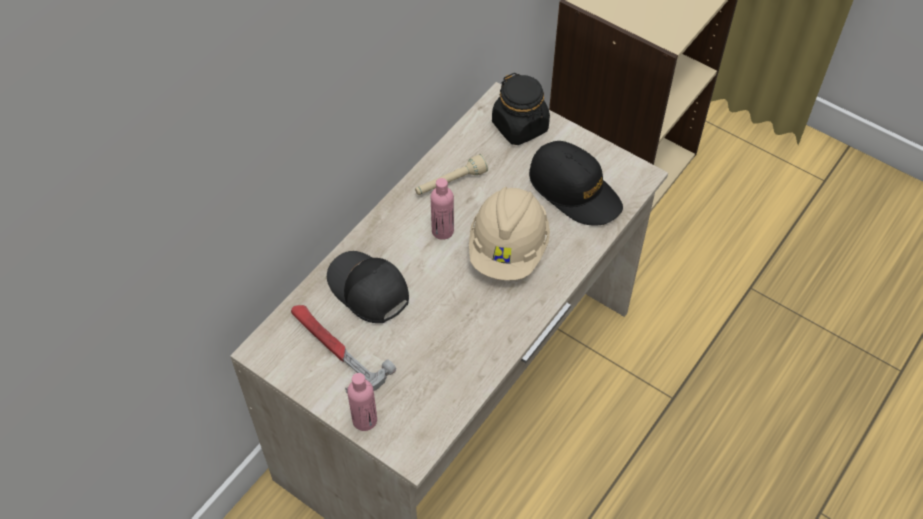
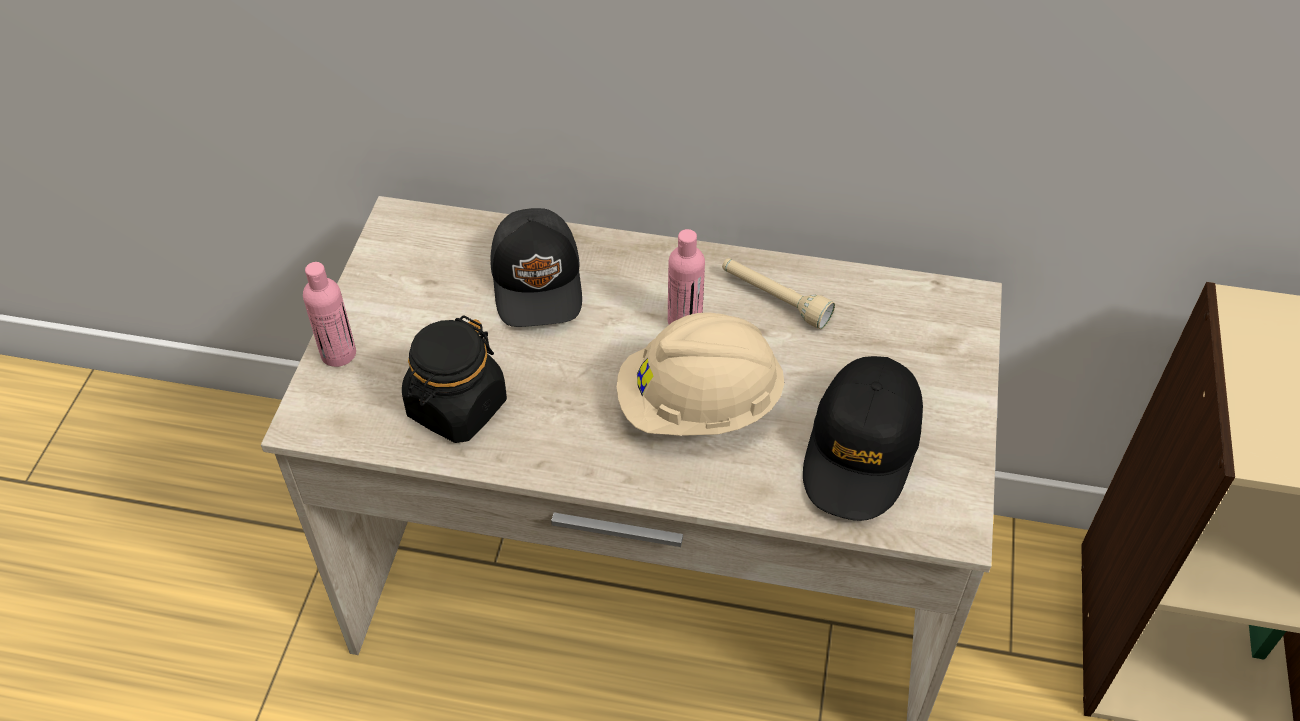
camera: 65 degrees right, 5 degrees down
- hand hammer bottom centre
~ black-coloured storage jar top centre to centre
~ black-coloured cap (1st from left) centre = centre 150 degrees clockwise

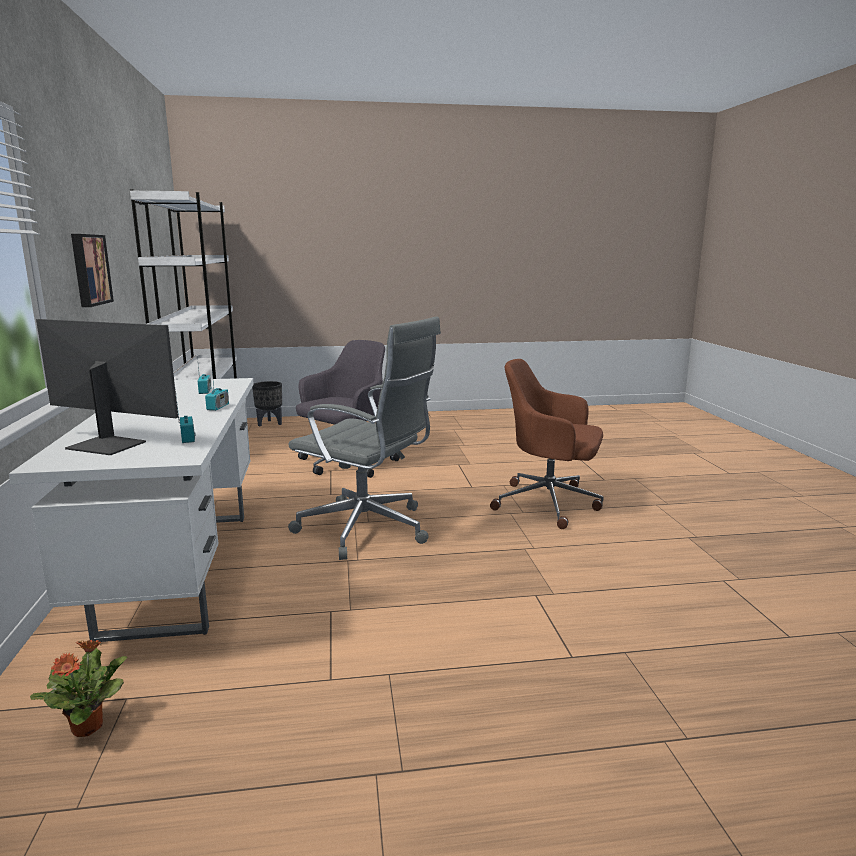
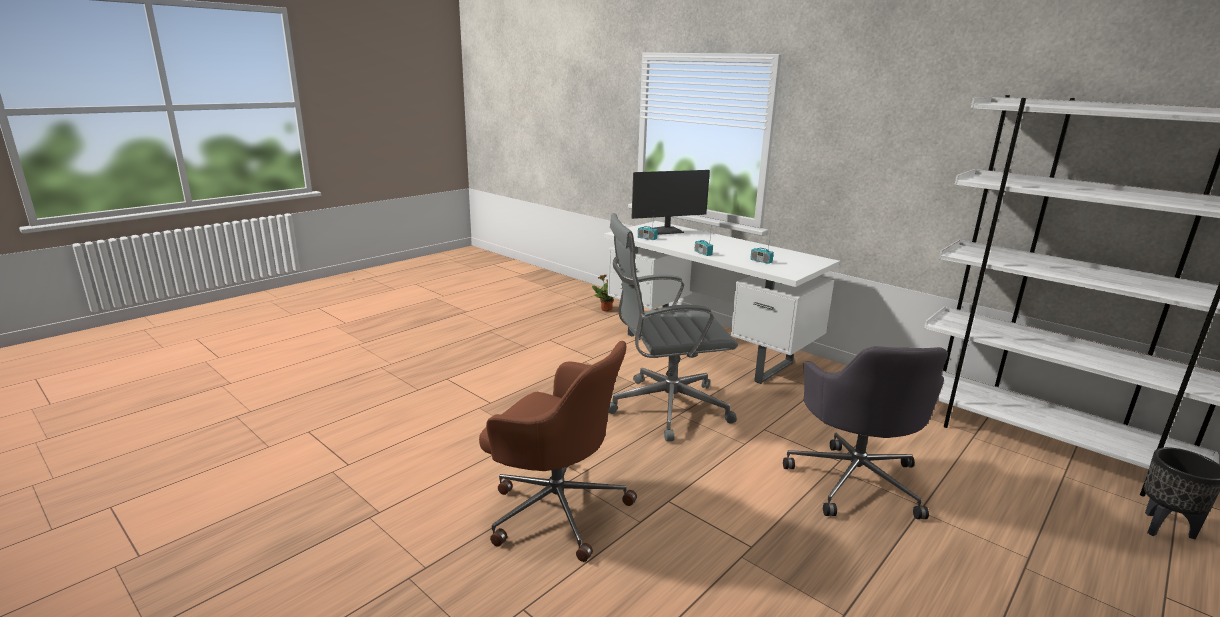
camera: 140 degrees right, 5 degrees up
- wall picture top left
~ brownish office chair centre = bottom centre 45 degrees clockwise

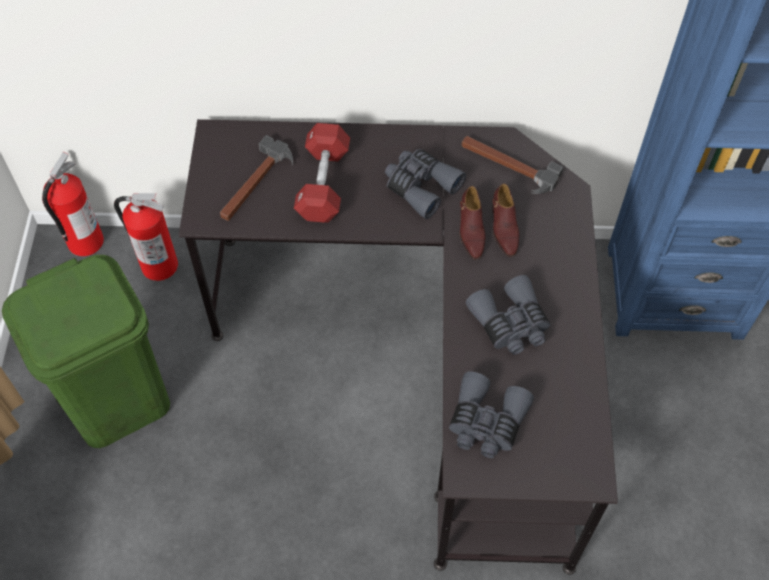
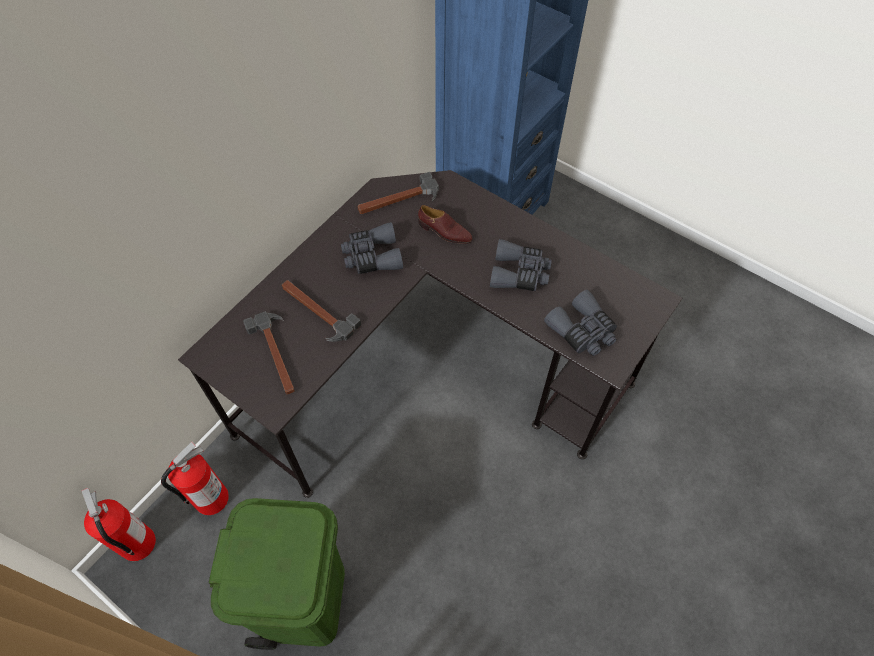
camera: 55 degrees left, 0 degrees up
- brownish low shoe (1st from left) centre
~ red free weight top centre to hand hammer (2nd from left) centre

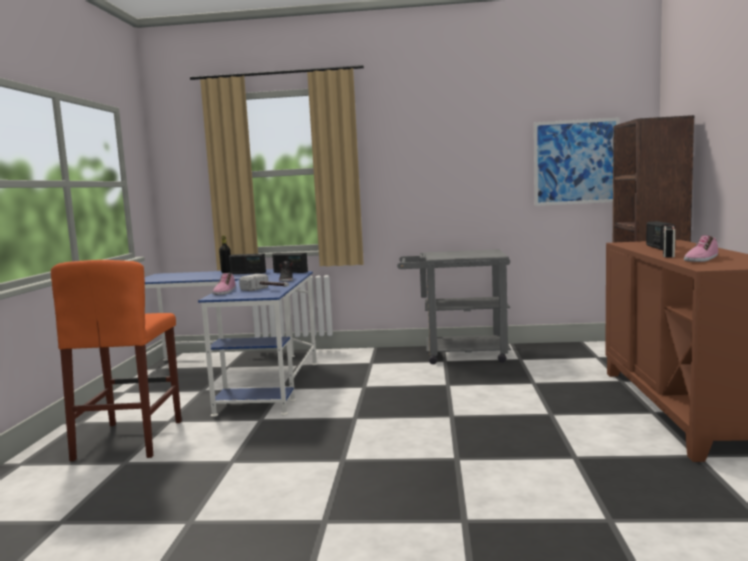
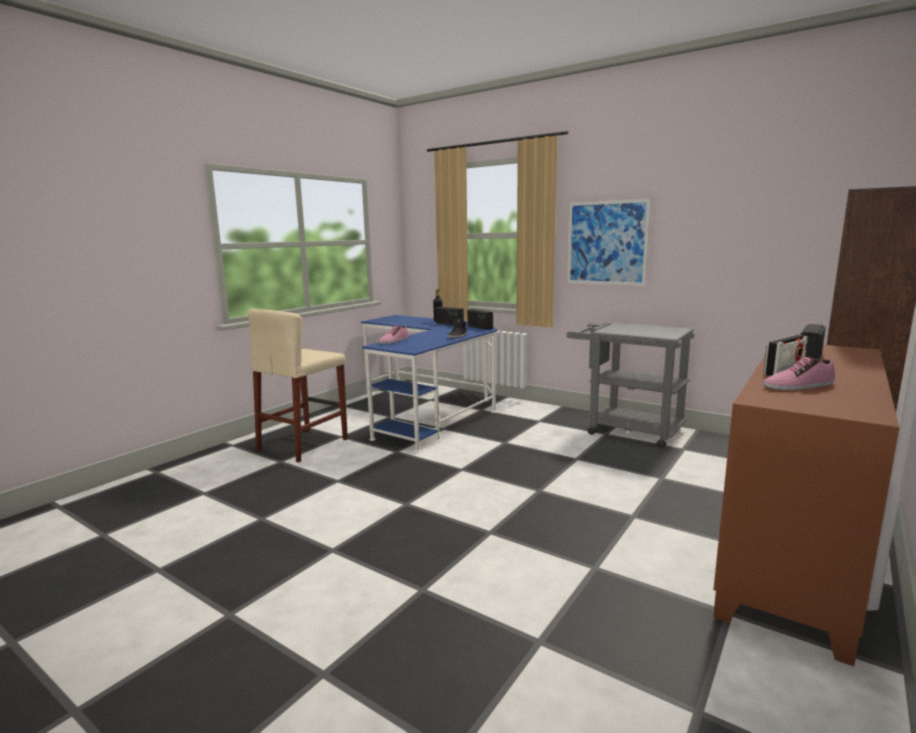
camera: 30 degrees right, 5 degrees up
- hand hammer centre
~ wall picture top right to top centre
~ orangey sitting stool middle left to sand-coloured sitting stool middle left

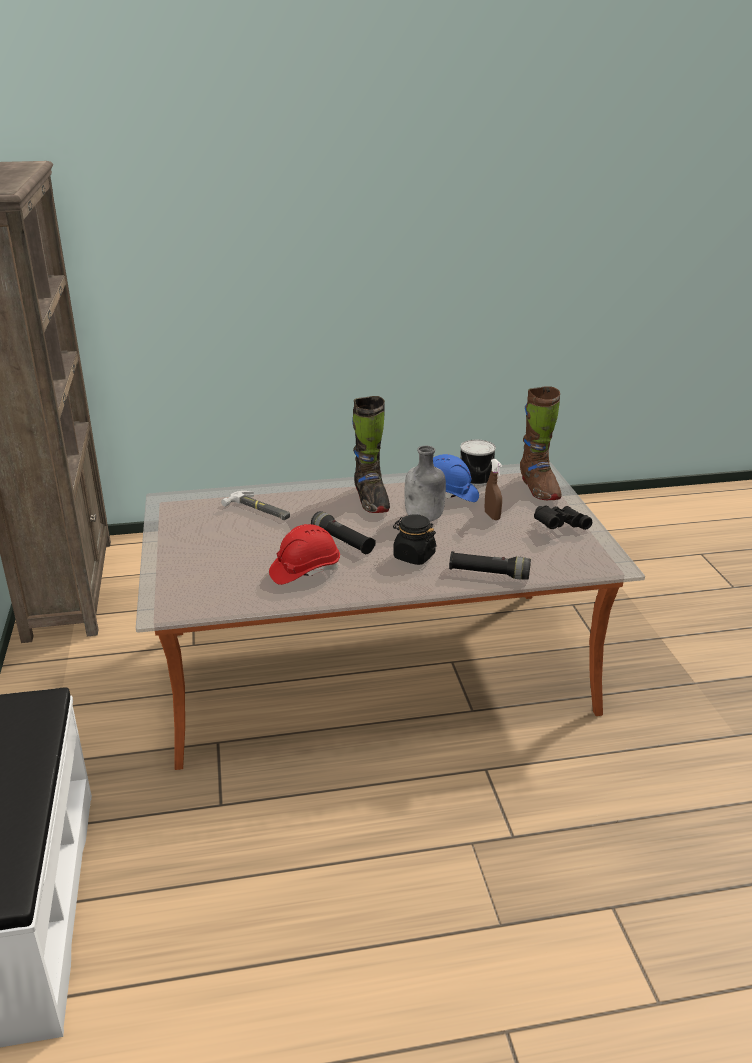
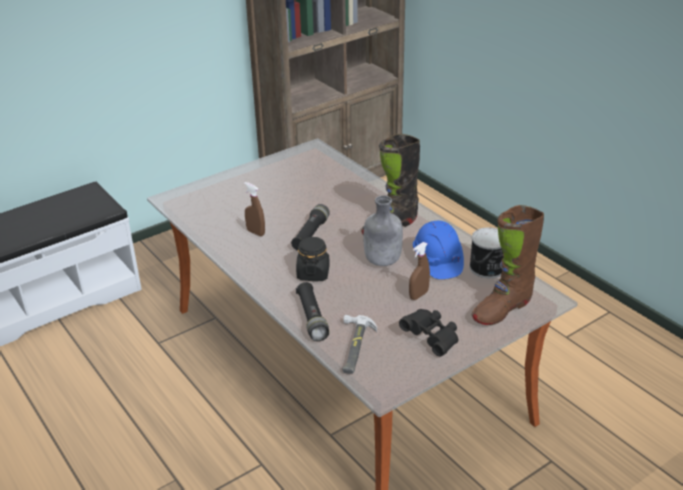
camera: 65 degrees right, 5 degrees up
~ hand hammer centre to bottom centre
~ red work helmet centre to brownish spray bottle (1st from left) centre

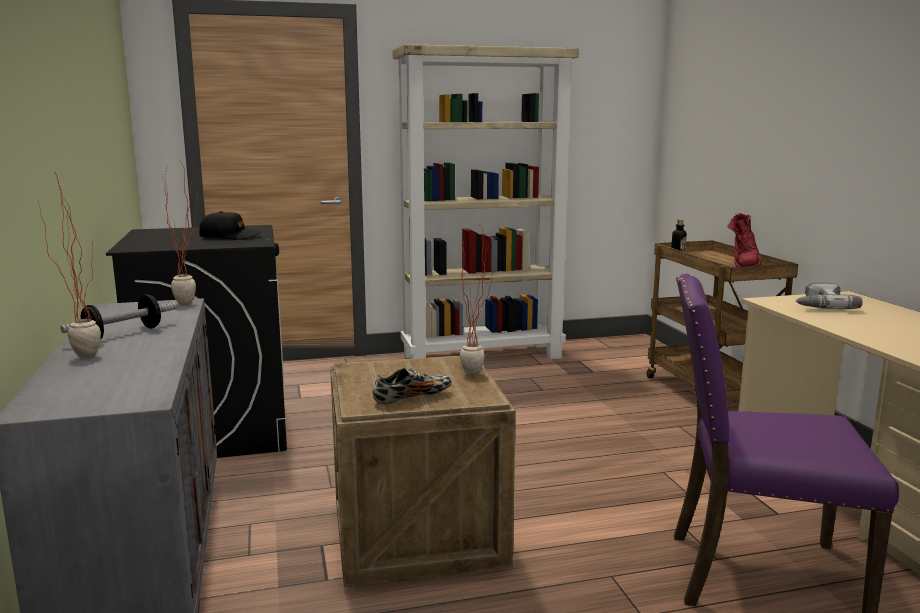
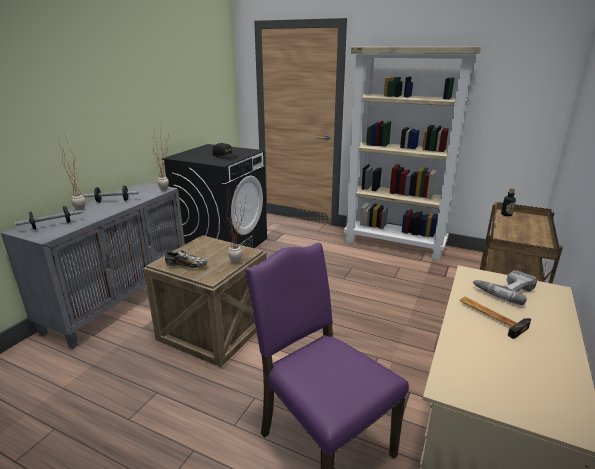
camera: 40 degrees right, 10 degrees up
- red boot middle right
+ free weight (1st from left) middle left
+ hand hammer bottom right

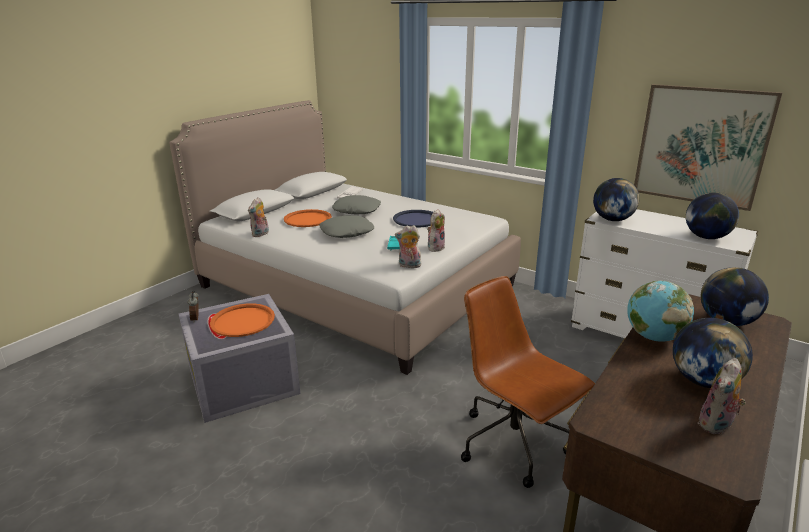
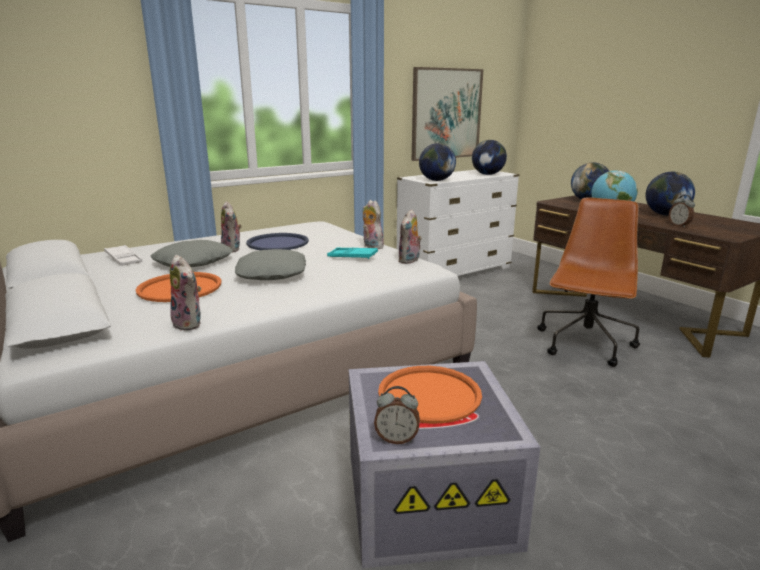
camera: 70 degrees left, 5 degrees down
+ bedside clock (2nd from left) middle right
~ plush toy (4th from left in the first image) bottom right to plush toy (2nd from left) middle left
~ brownish office chair bottom centre = middle right 135 degrees clockwise

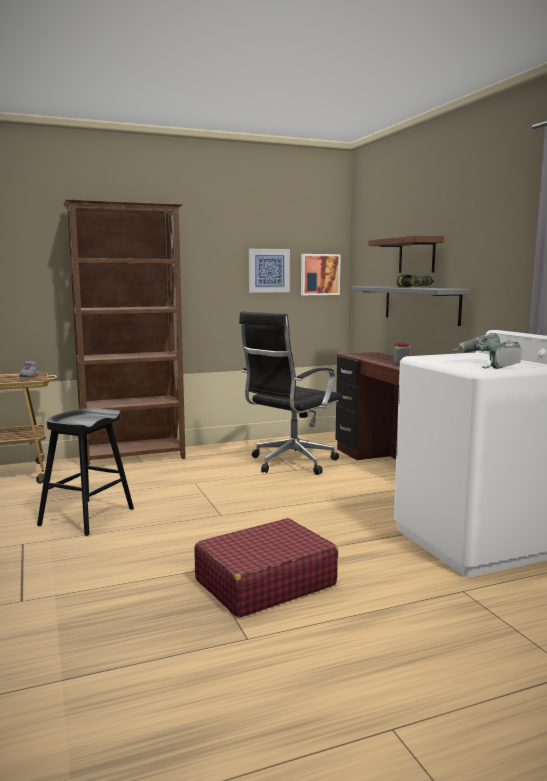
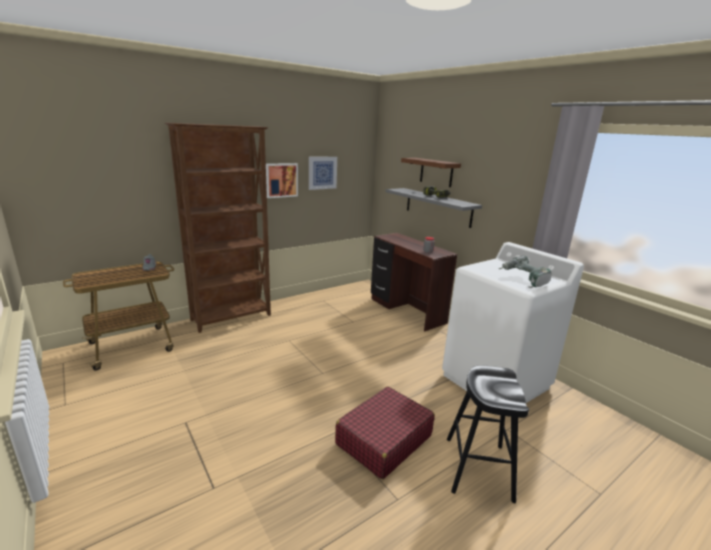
camera: 15 degrees left, 10 degrees up
- black-coloured office chair centre
~ black-coloured sitting stool middle left to bottom right
~ wall picture (2nd from left in the first image) centre to wall picture (1st from left) top centre

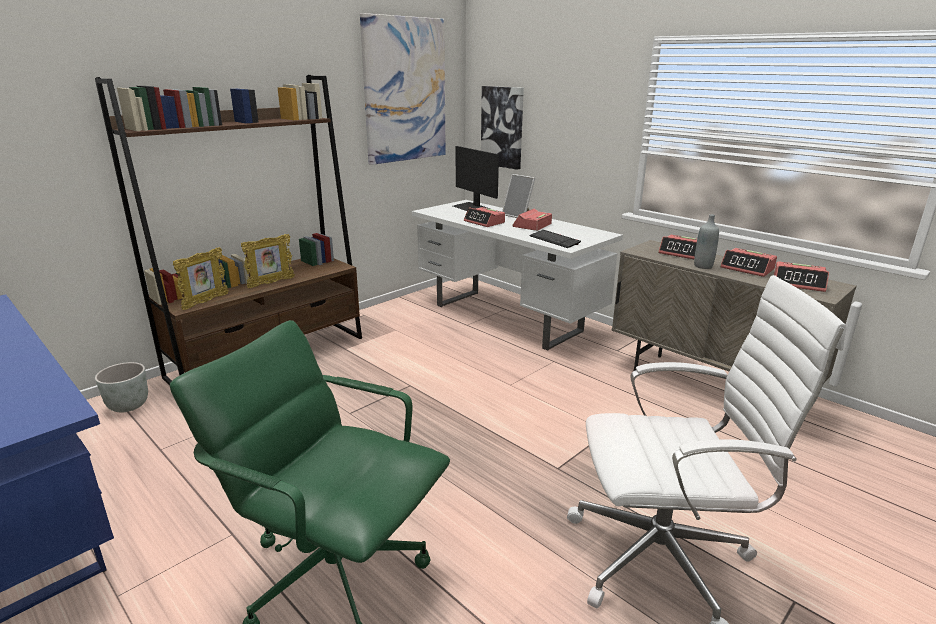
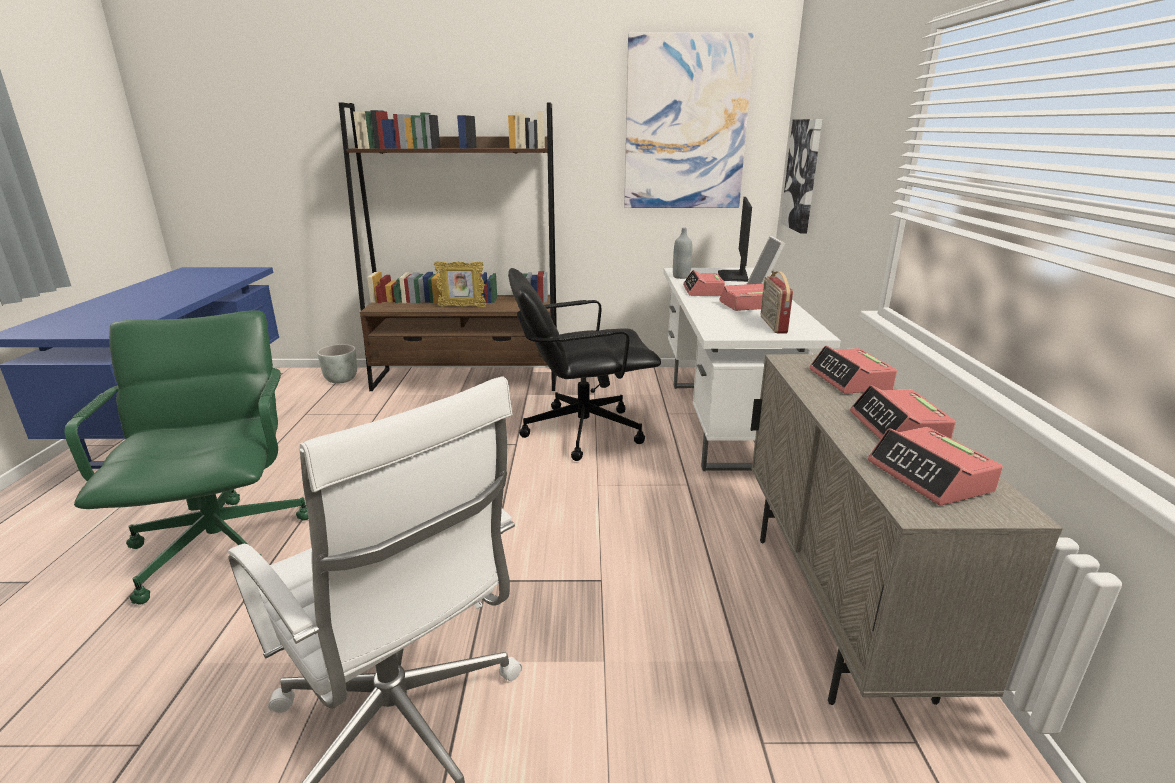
camera: 45 degrees right, 0 degrees up
- picture frame (1st from left) middle left
- PC keyboard centre
+ black-coloured office chair centre
+ radio centre
~ greyish bottle middle right to top centre

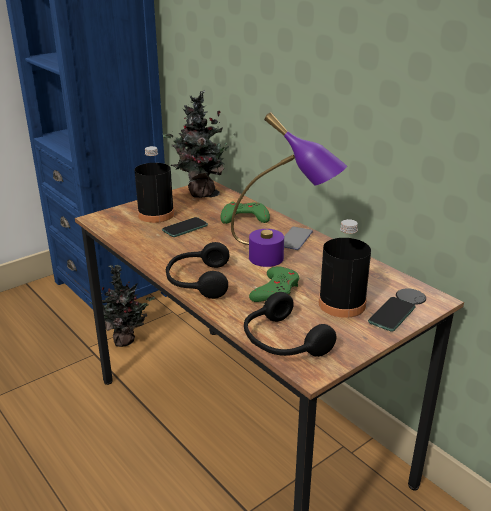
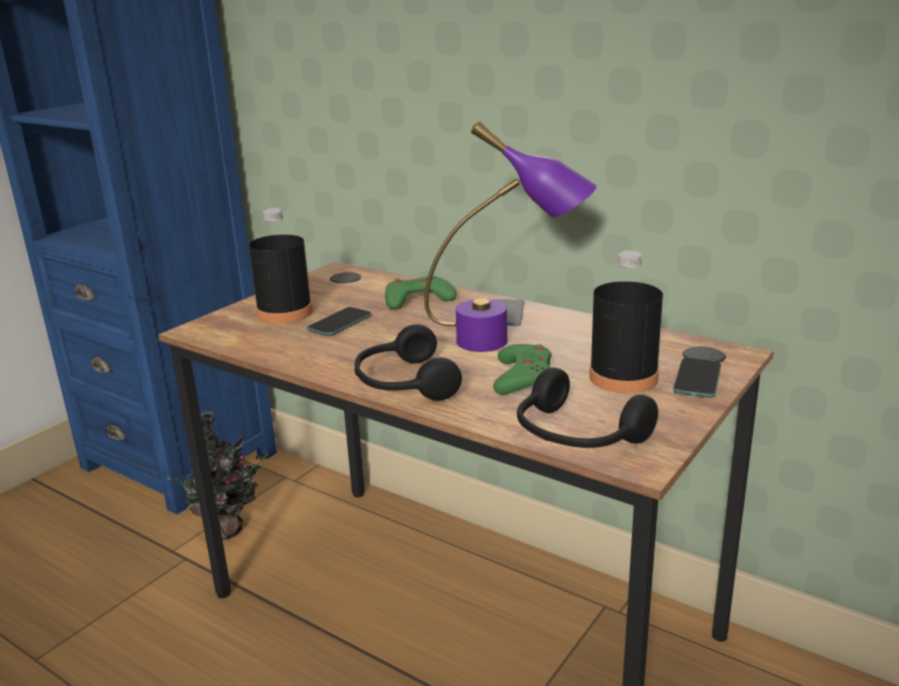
camera: 15 degrees left, 5 degrees down
- plant in a pot (2nd from left) top centre

